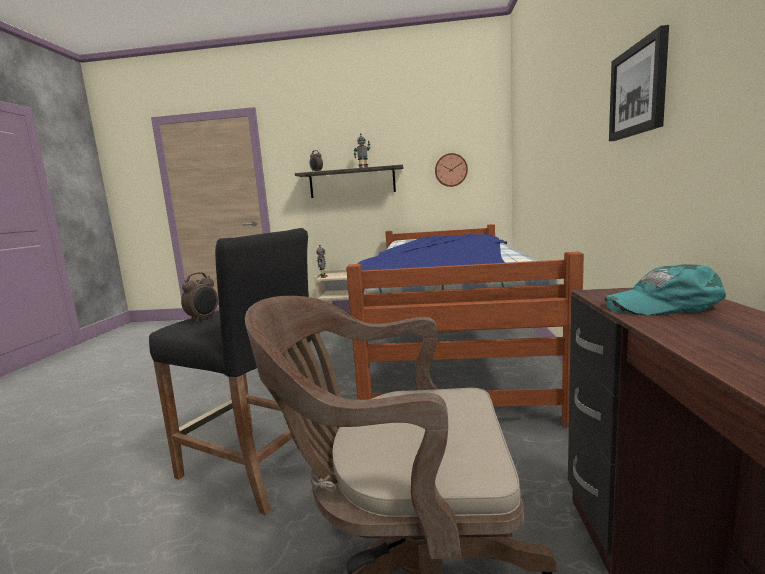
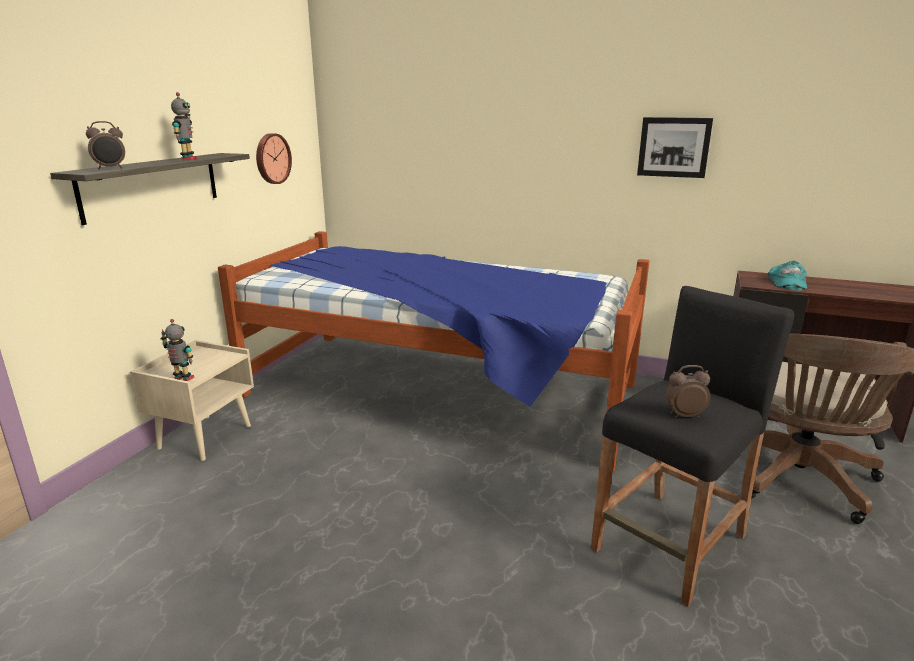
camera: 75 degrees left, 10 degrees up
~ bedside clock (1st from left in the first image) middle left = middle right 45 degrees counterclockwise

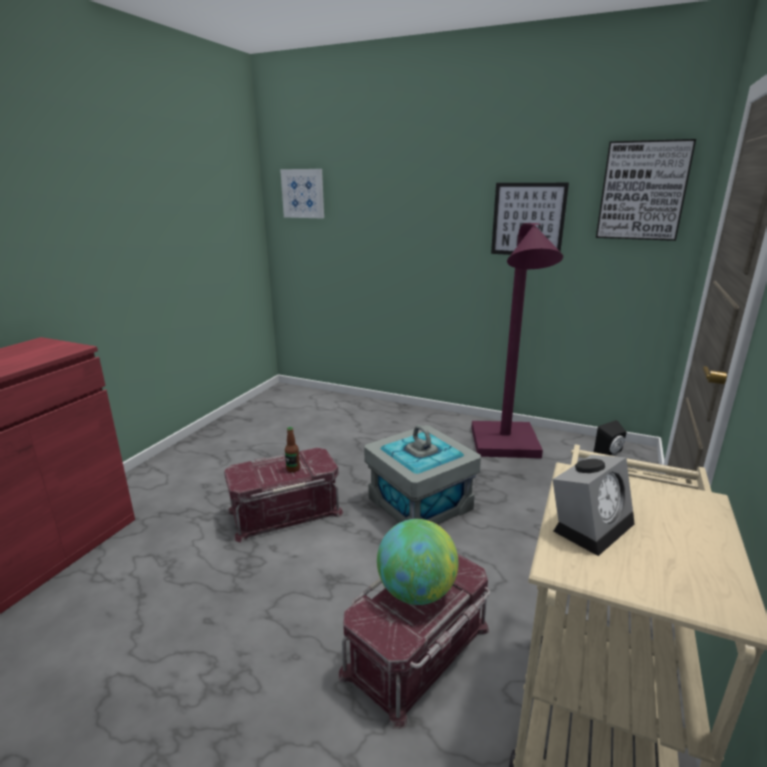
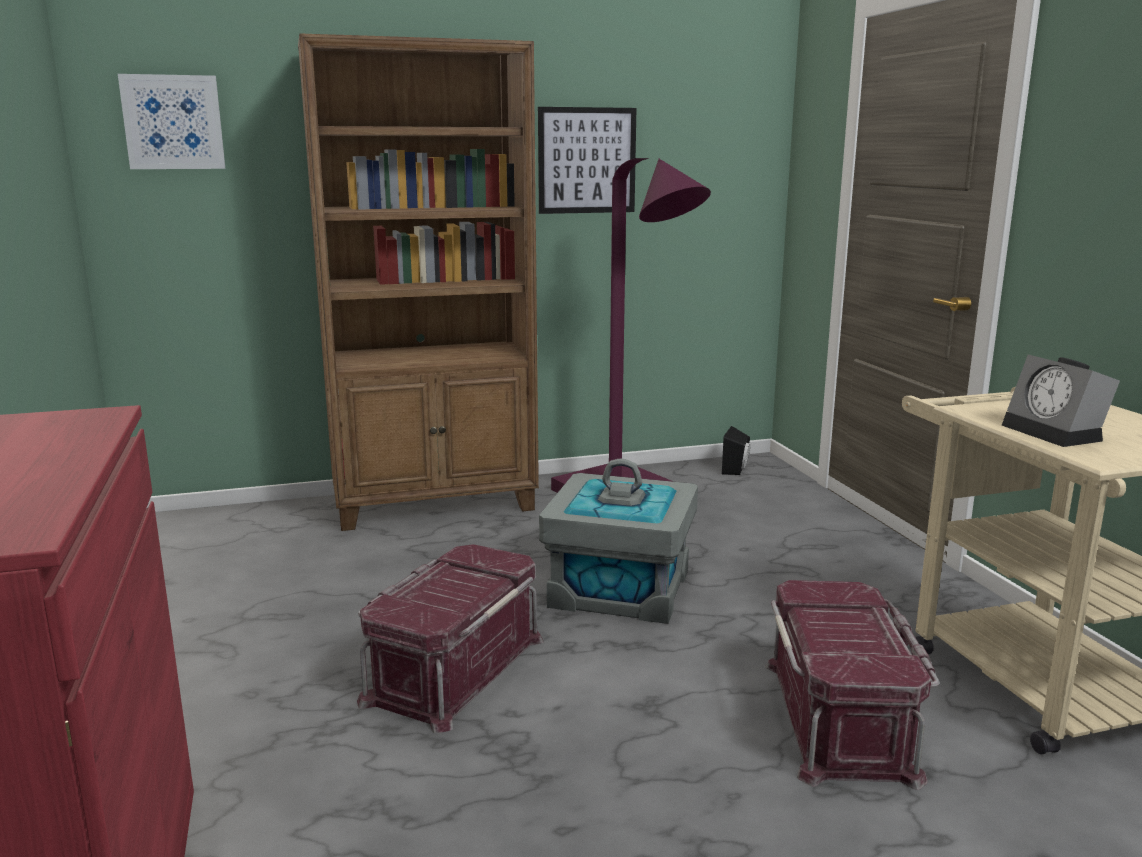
camera: 40 degrees left, 5 degrees down
- bottle centre
- world globe bottom centre
- wall picture (3rd from left) top right
+ brownish bookcase top centre
~ bedside clock middle right = middle right 150 degrees clockwise

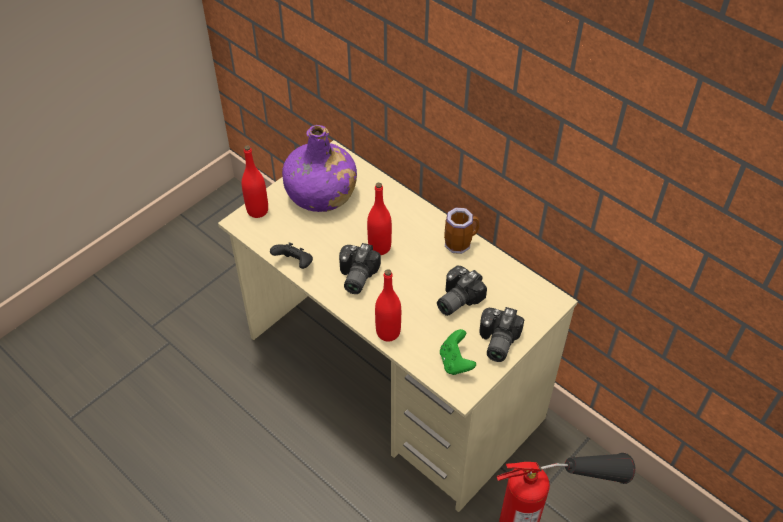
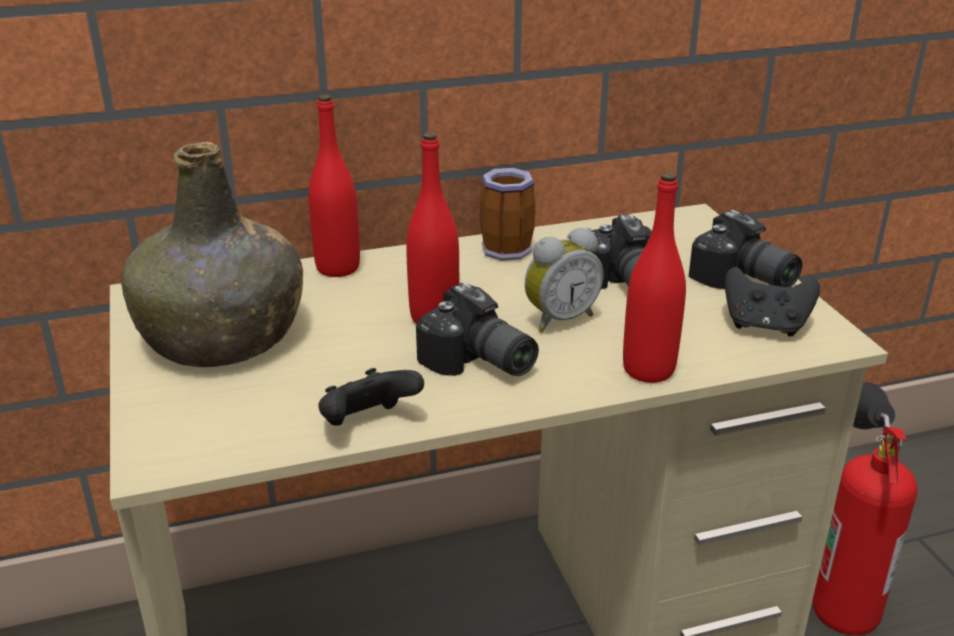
camera: 60 degrees left, 20 degrees down
+ bedside clock centre
~ red bottle (1st from left) middle left to top centre
~ purple-coloured bottle top centre to green bottle middle left
~ green game controller bottom centre to black-coloured game controller (2nd from left) middle right

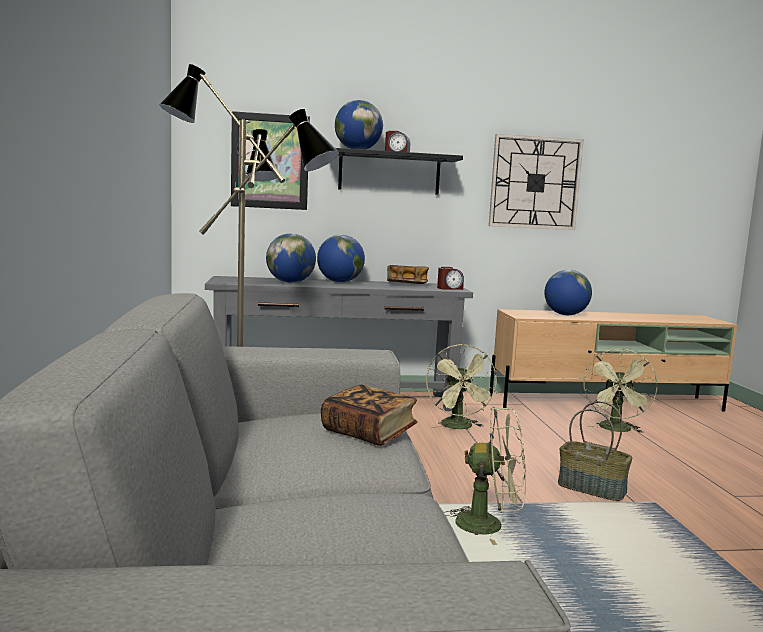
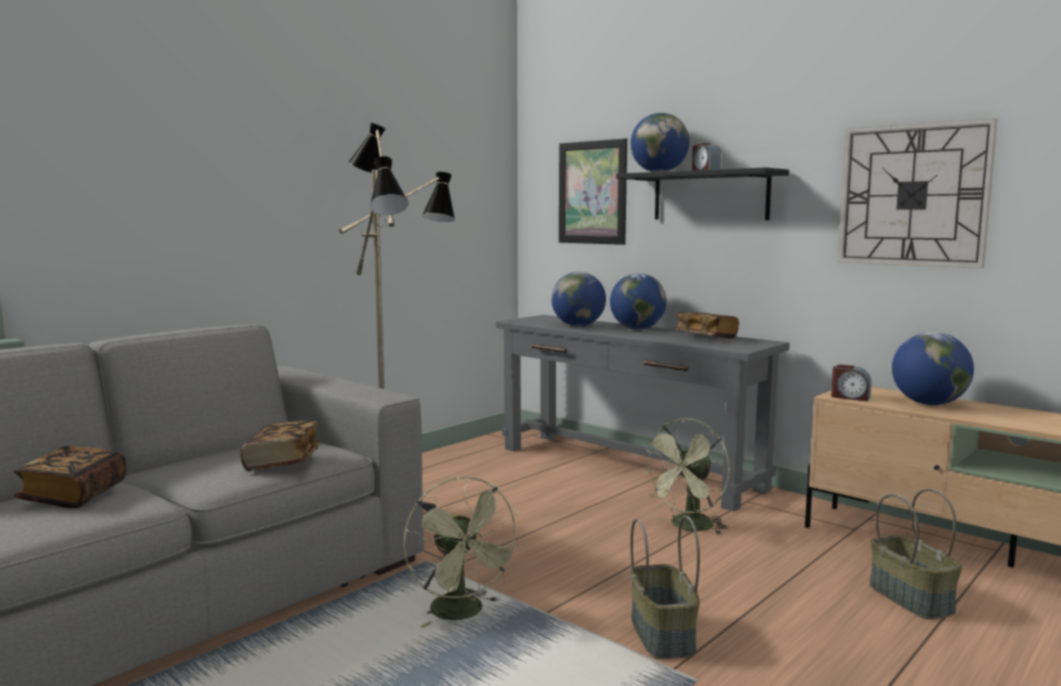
camera: 50 degrees right, 0 degrees up
+ bound book (1st from left) bottom left
~ bedside clock (2nd from left) centre to middle right
~ green electric fan (3rd from left) middle right to storage basket (2nd from left) bottom right

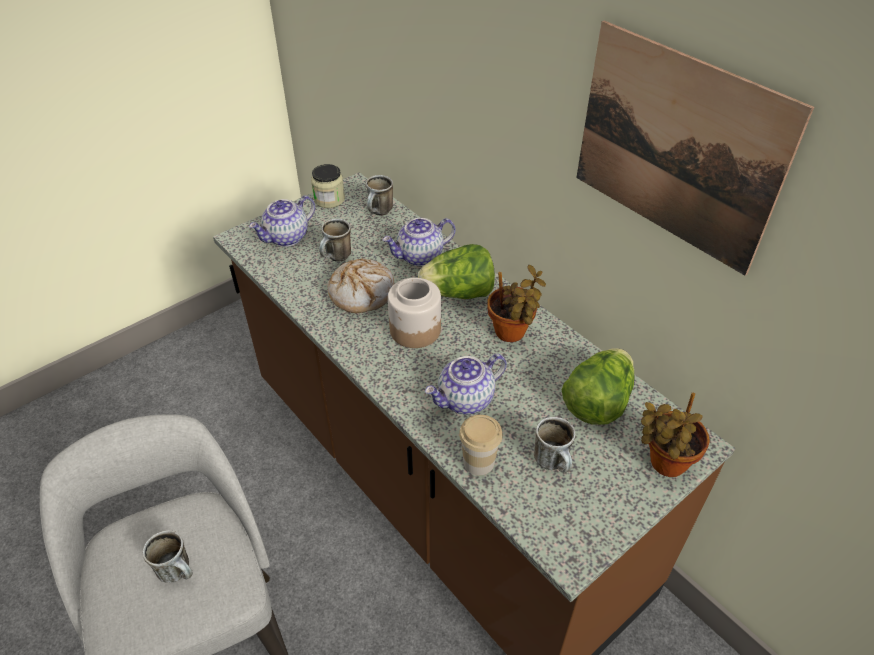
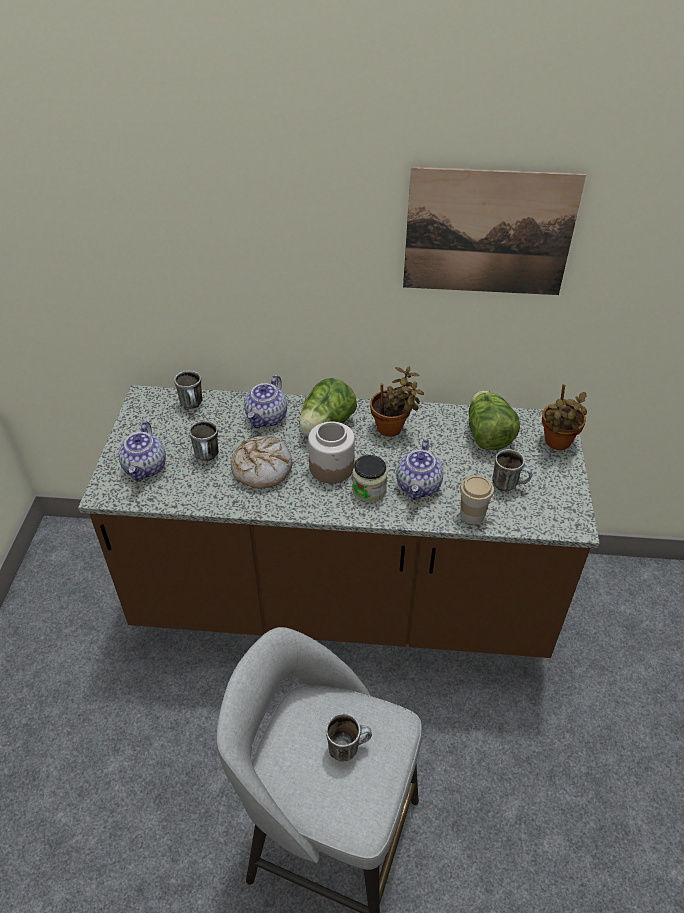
camera: 45 degrees left, 0 degrees up
~ storage jar (1st from left in the first image) top centre to storage jar (2nd from left) centre

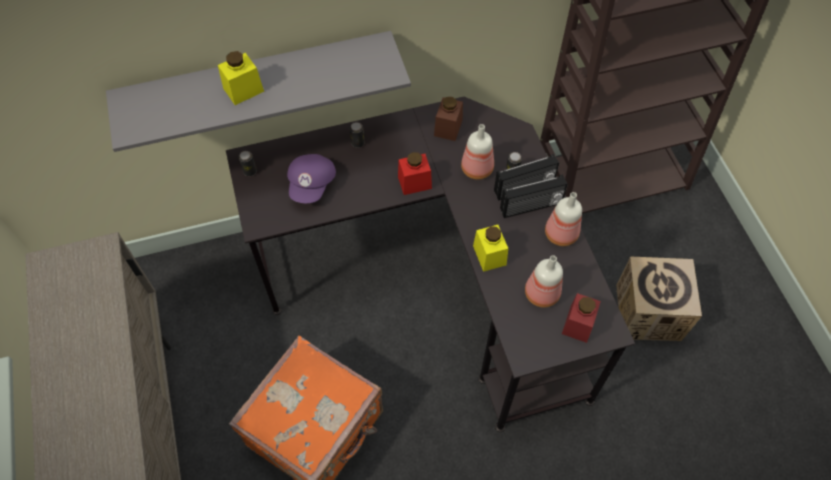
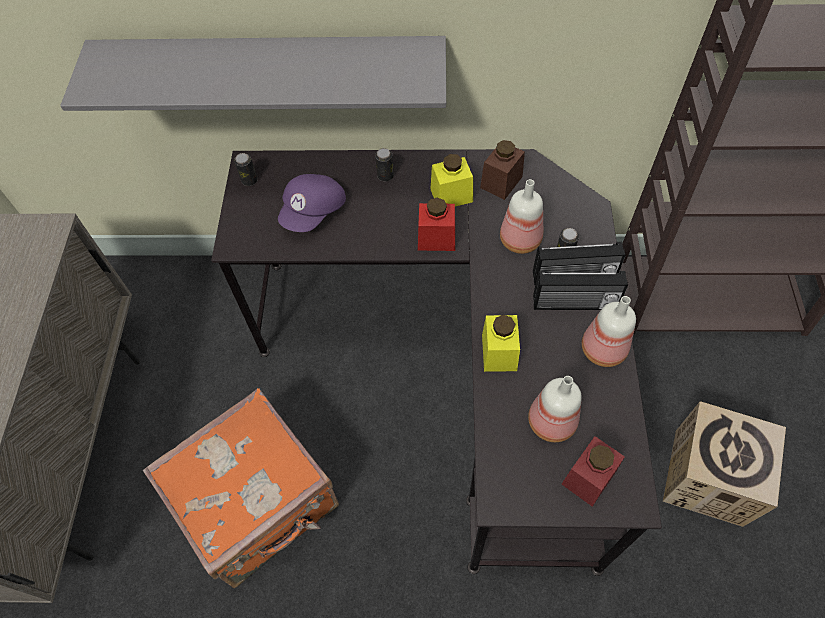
camera: 20 degrees right, 0 degrees up
~ yellow-coloured storage jar (1st from left) top left to top centre

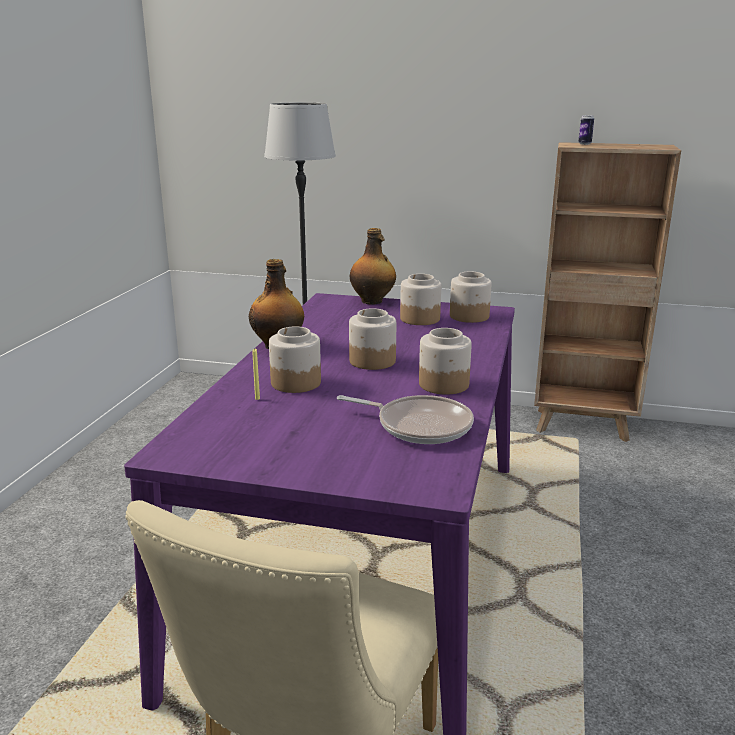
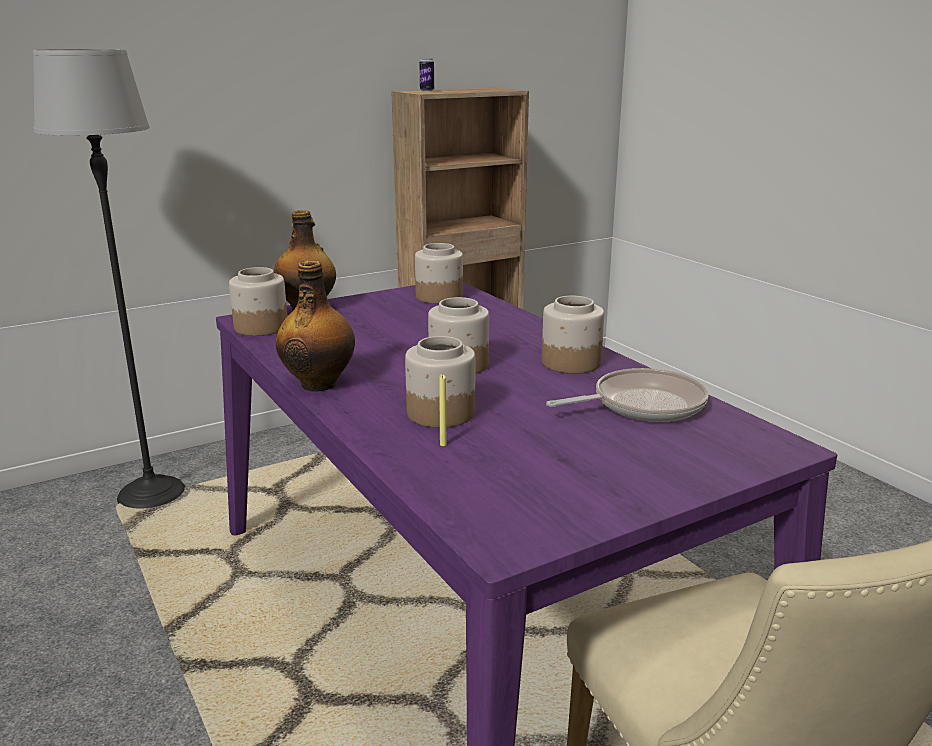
camera: 45 degrees left, 0 degrees up
~ storage jar (3rd from left in the first image) centre to storage jar (1st from left) middle left

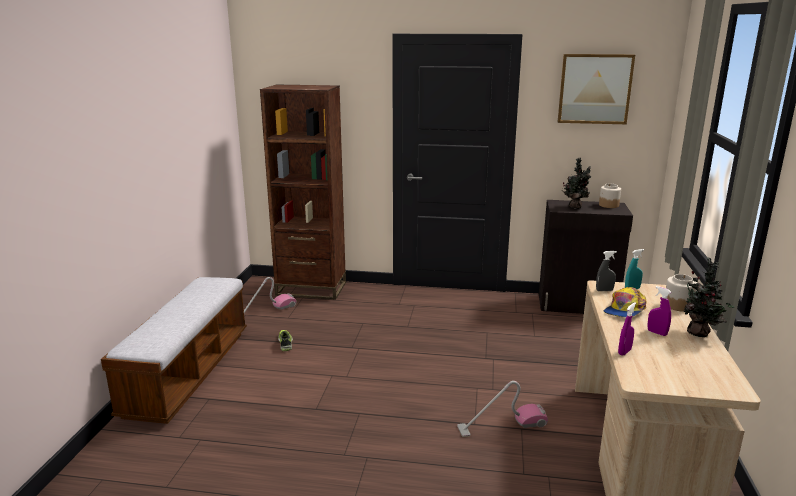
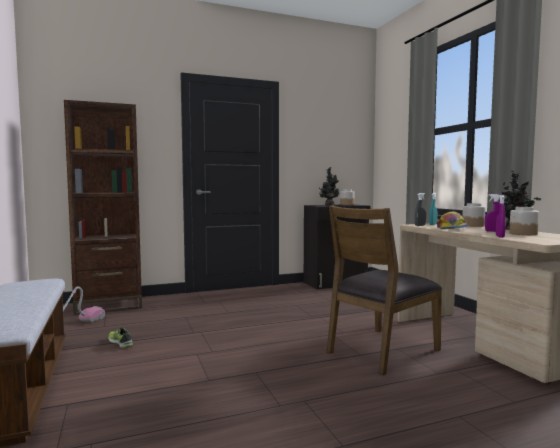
camera: 30 degrees left, 15 degrees down
- wall picture top right
+ storage jar (3rd from left) middle right
~ vacuum cleaner (2nd from left) bottom centre to brownish upright chair middle right

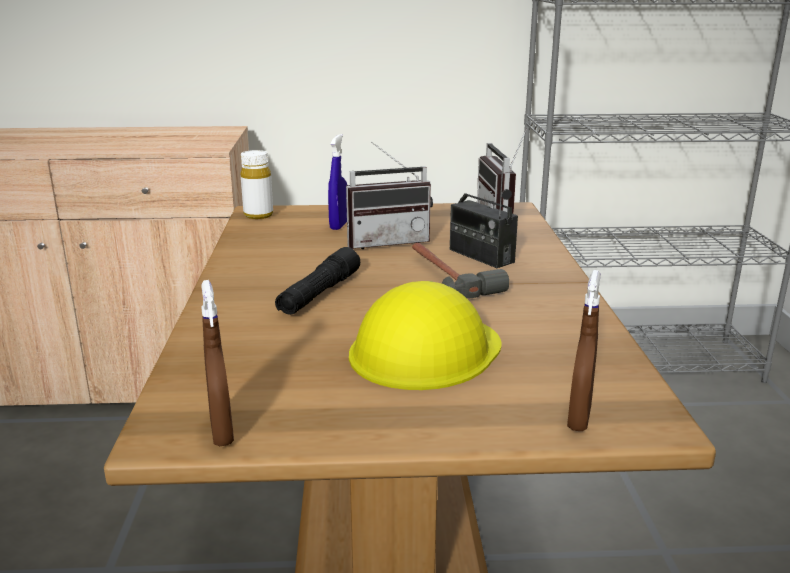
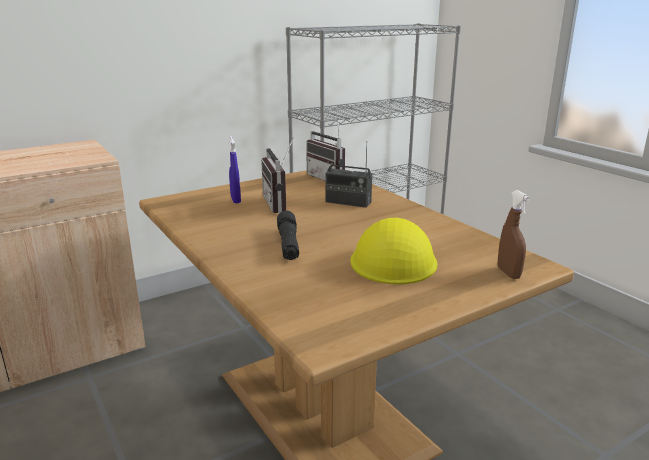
camera: 30 degrees left, 0 degrees up
- brownish spray bottle (1st from left) middle left
- whitish bottle top left
- hand hammer centre
~ radio (1st from left) centre = centre 120 degrees clockwise

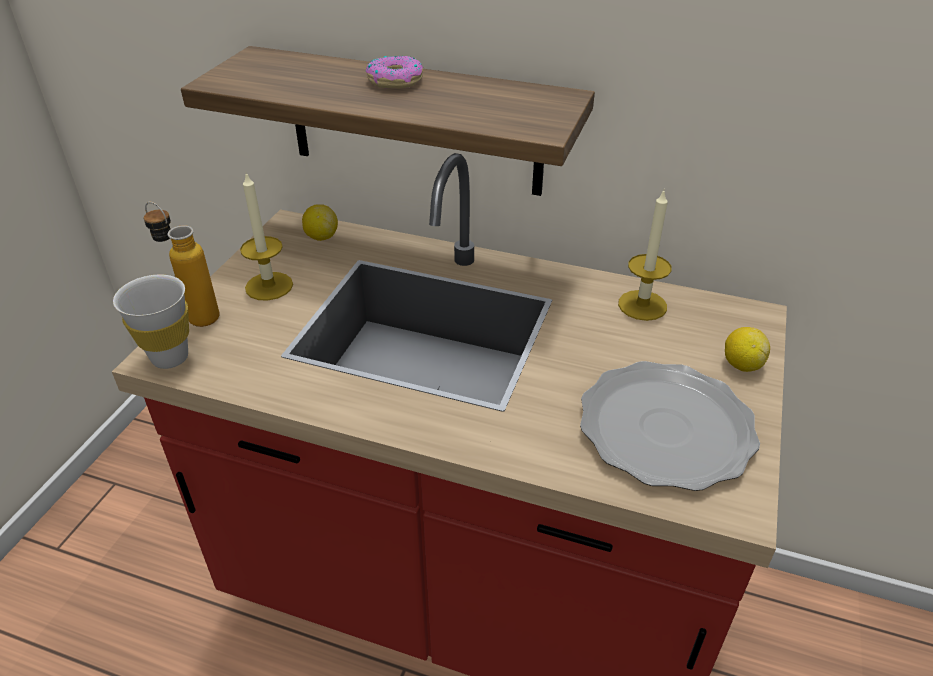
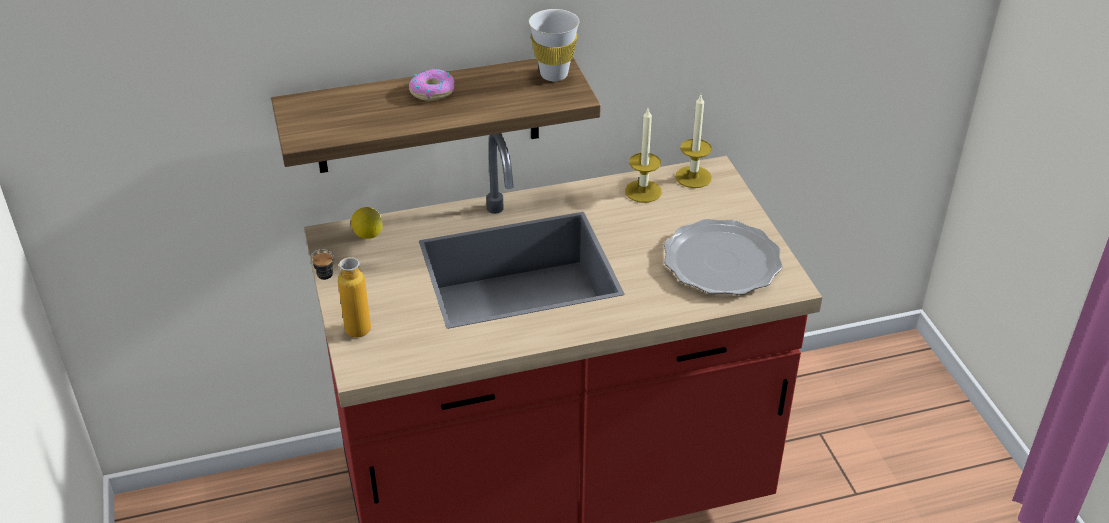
camera: 35 degrees left, 0 degrees up
- citrus fruit (2nd from left) middle right
~ whitish cup middle left to top centre
~ wax candle (1st from left in the first image) middle left to wax candle (2nd from left) top centre

